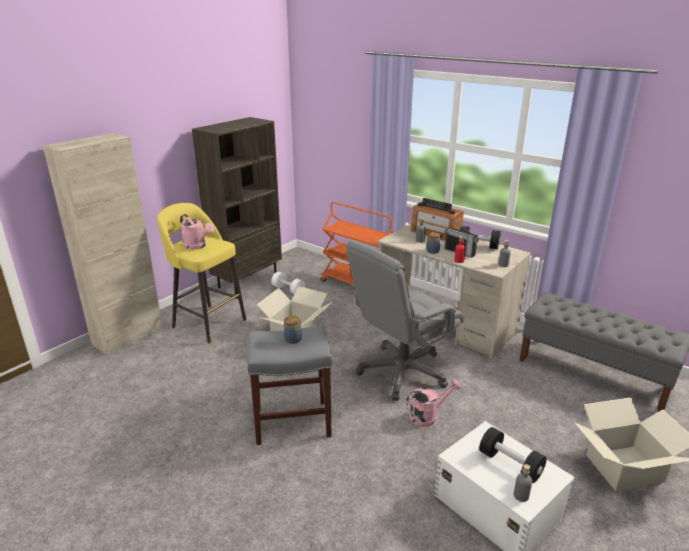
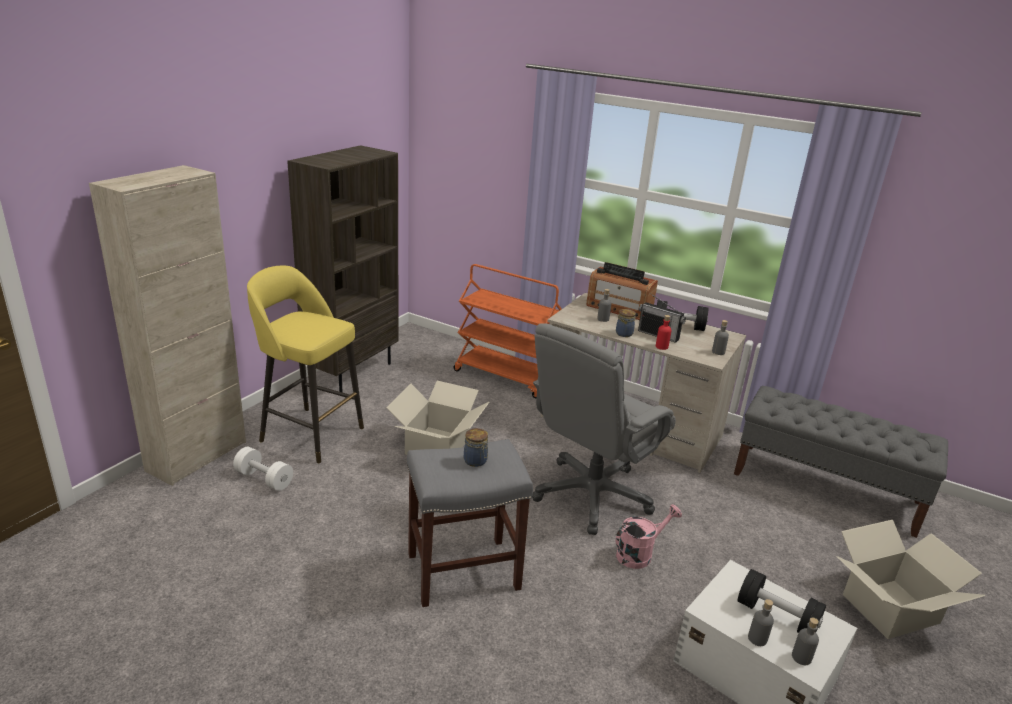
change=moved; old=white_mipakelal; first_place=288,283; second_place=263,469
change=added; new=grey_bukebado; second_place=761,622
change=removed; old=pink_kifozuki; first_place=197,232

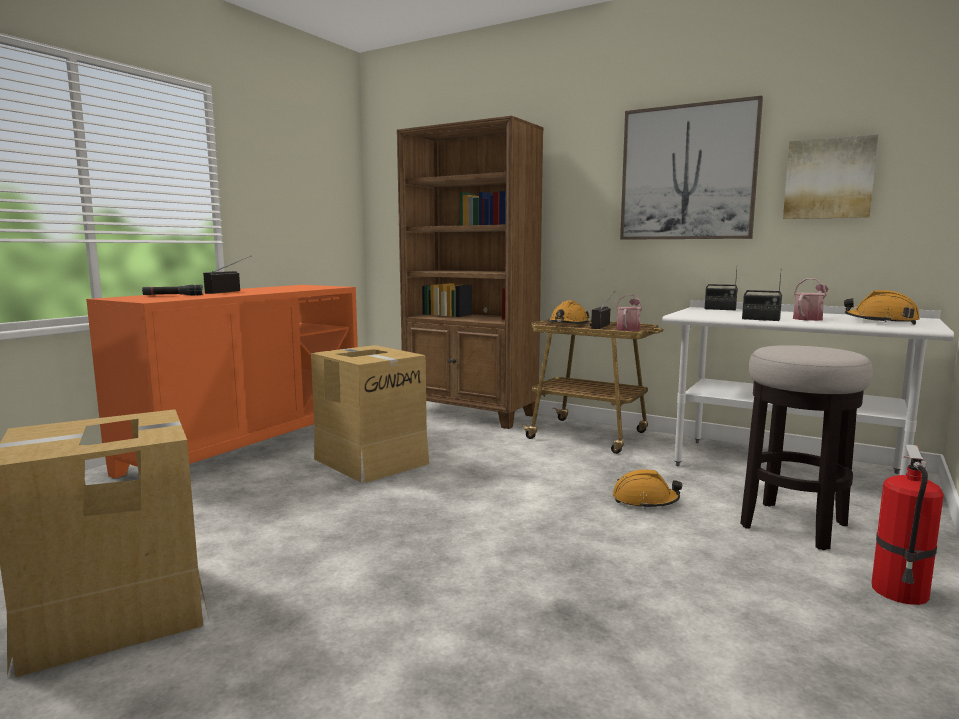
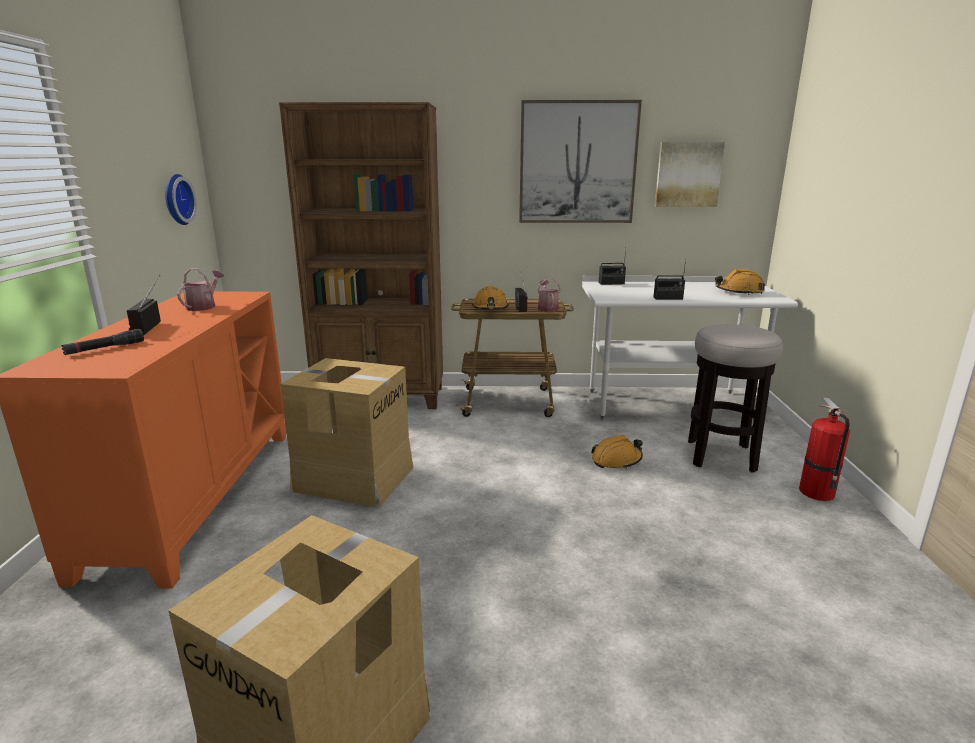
change=added; new=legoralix; second_place=181,199
change=moved; old=kifozuki; first_place=811,299; second_place=200,289

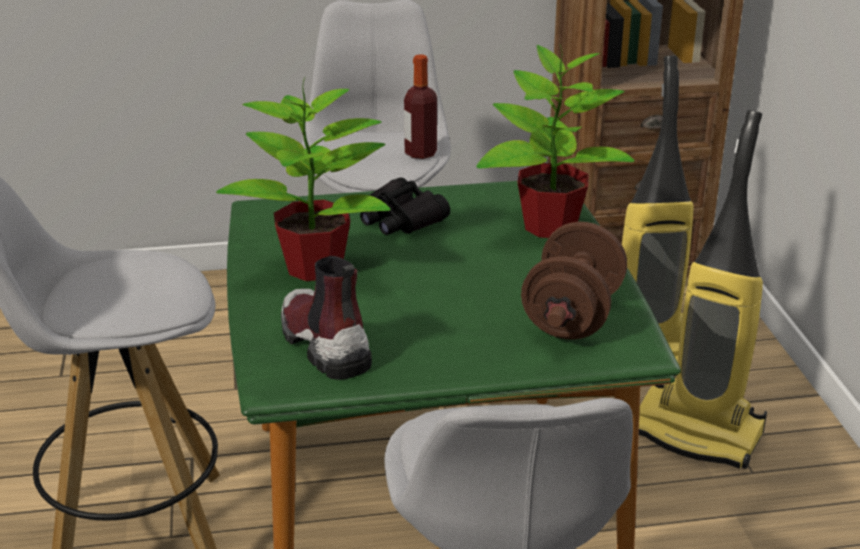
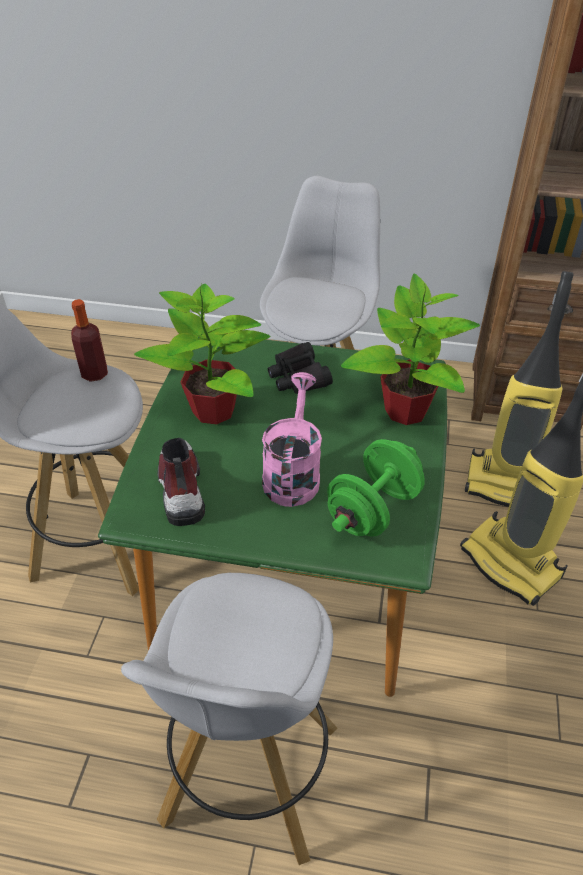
change=moved; old=bukebado; first_place=420,106; second_place=89,340
change=added; new=pink_kifozuki; second_place=292,439
change=recoloured; old=brown_mipakelal; new=green_mipakelal; first_place=574,281; second_place=376,487

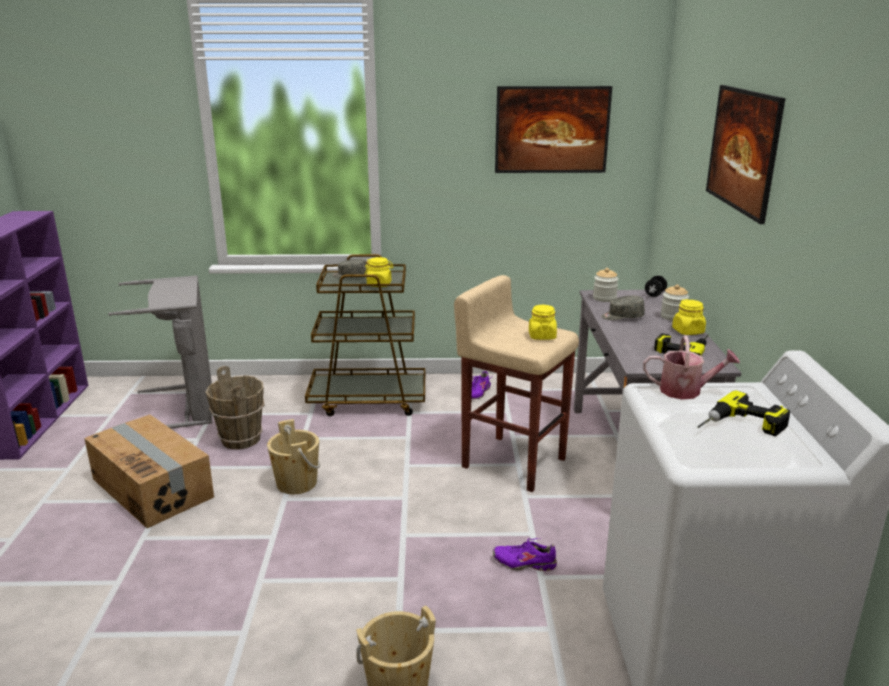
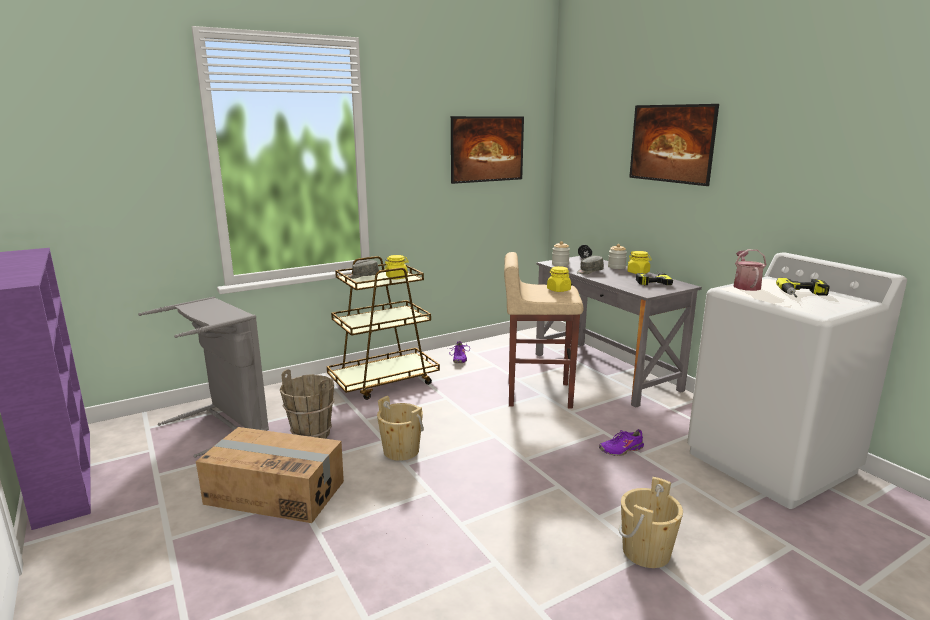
change=turned; old=kifozuki; first_place=691,367; second_place=749,270; degrees=-60

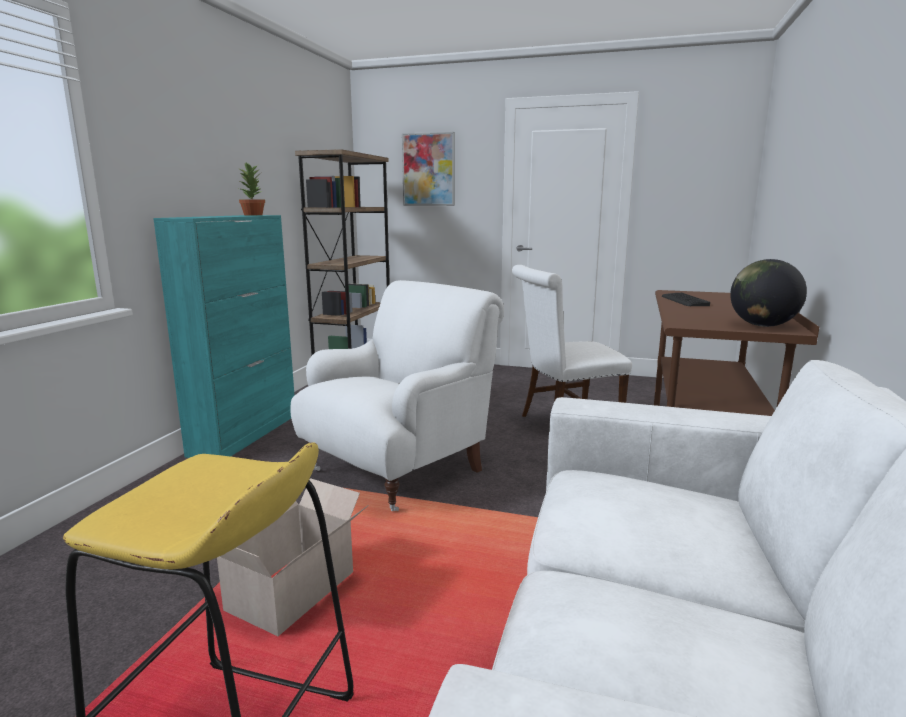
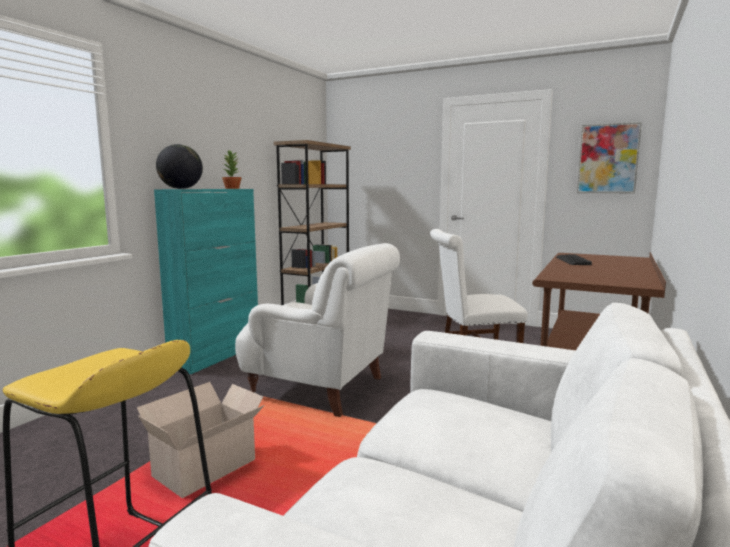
change=moved; old=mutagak; first_place=768,293; second_place=179,166
change=turned; old=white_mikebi; first_place=397,395; second_place=317,330; degrees=60
change=moved; old=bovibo; first_place=428,169; second_place=609,157

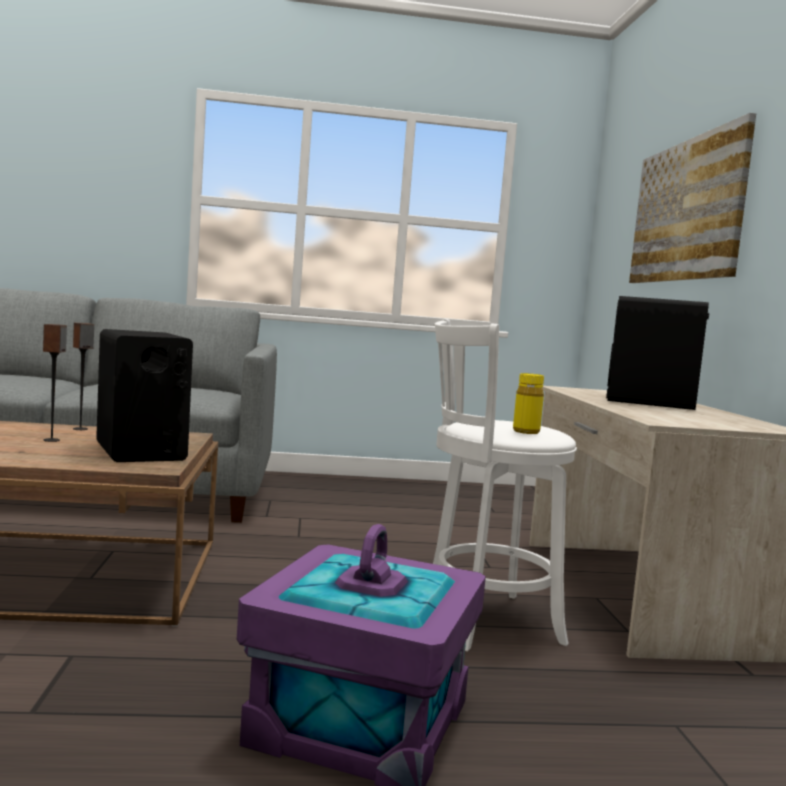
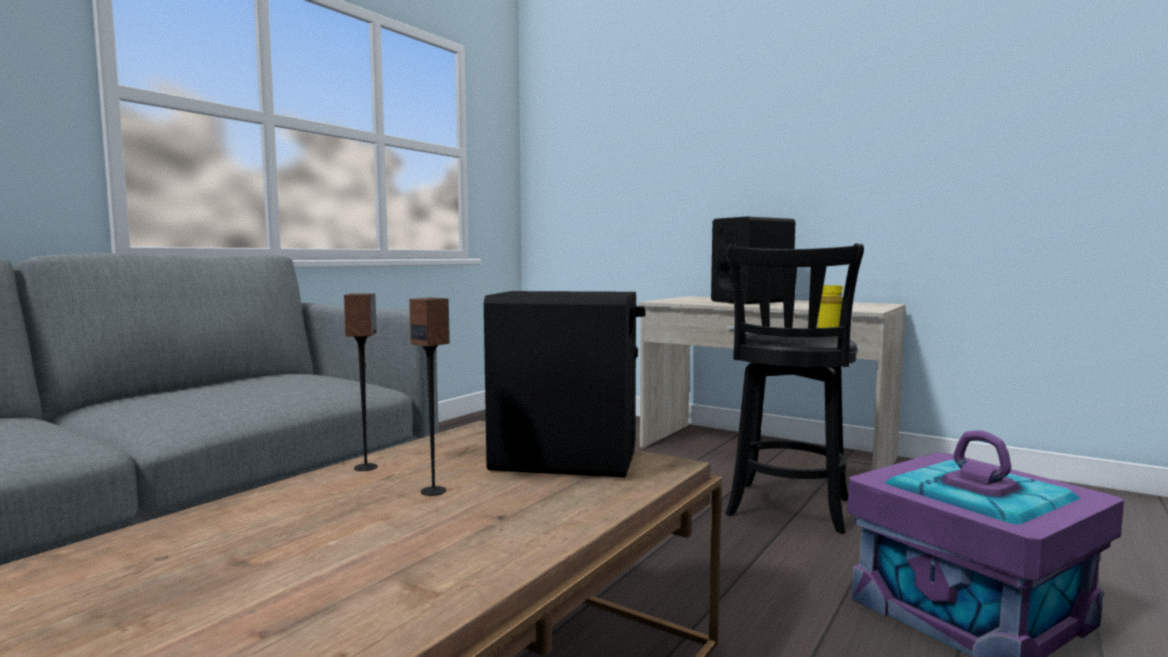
change=recoloured; old=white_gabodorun; new=black_gabodorun; first_place=505,485; second_place=794,388
change=removed; old=bovibo; first_place=692,198

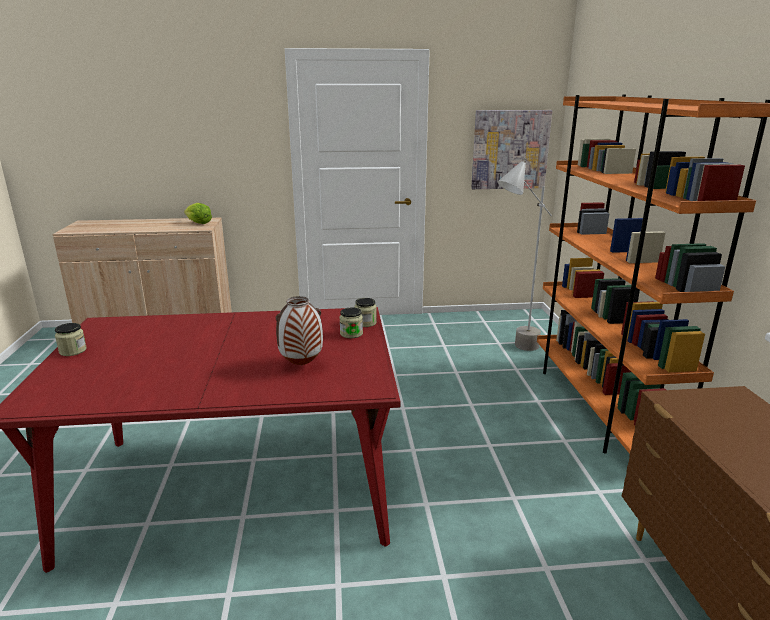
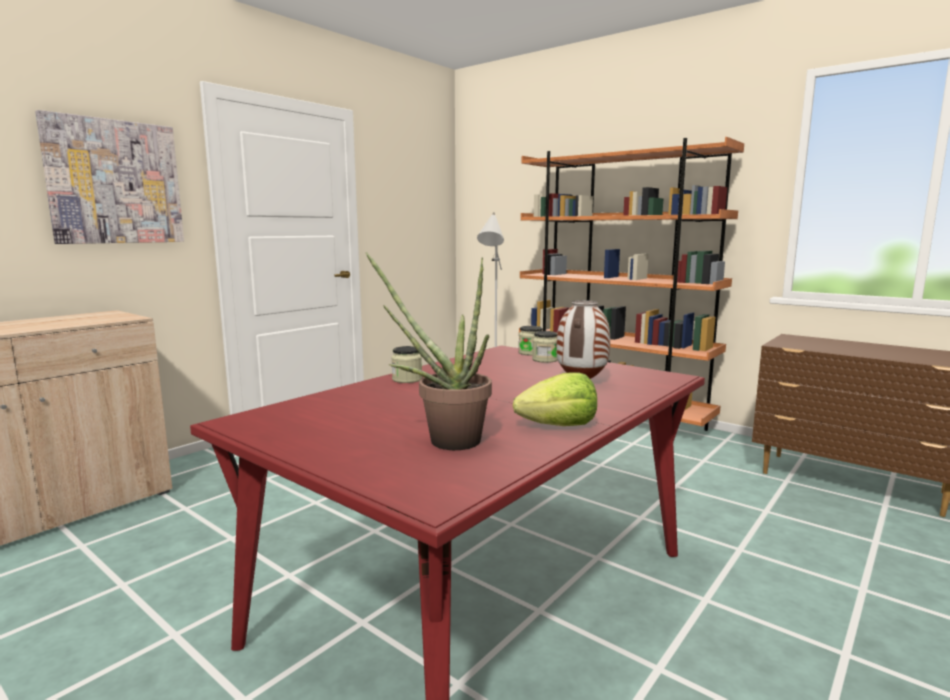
change=moved; old=bovibo; first_place=512,149; second_place=109,177
change=added; new=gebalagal; second_place=429,351
change=moved; old=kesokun; first_place=71,339; second_place=406,364
change=moved; old=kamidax; first_place=198,213; second_place=555,399

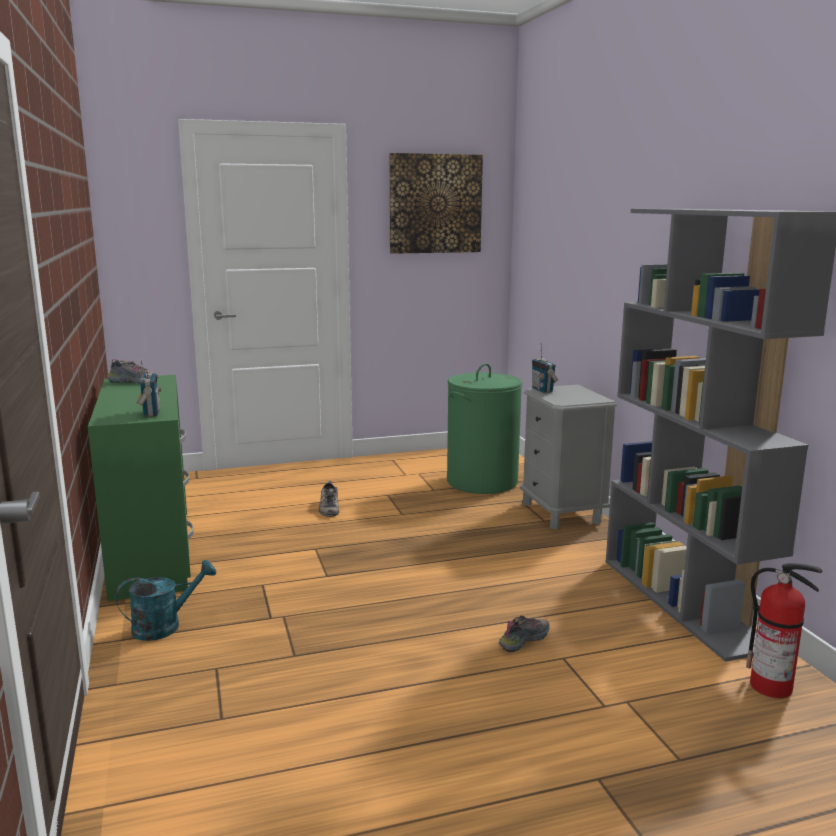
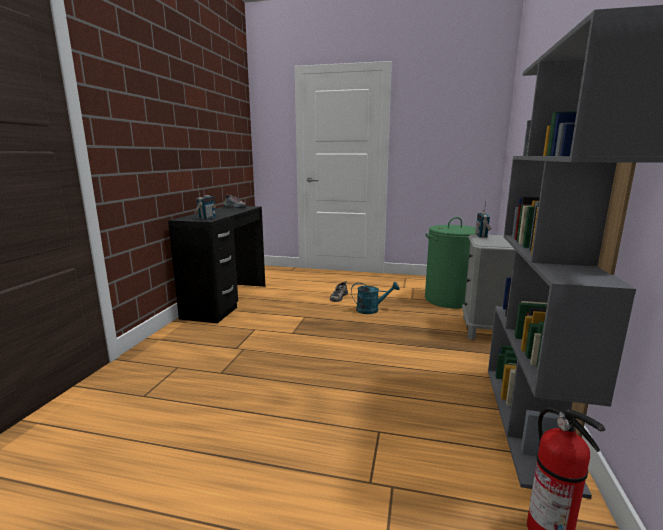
change=recoloured; old=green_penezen; new=black_penezen; first_place=140,488; second_place=216,264
change=moved; old=turquoise_kifozuki; first_place=165,600; second_place=375,298
change=removed; old=bovibo; first_place=436,203
change=removed; old=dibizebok; first_place=524,634

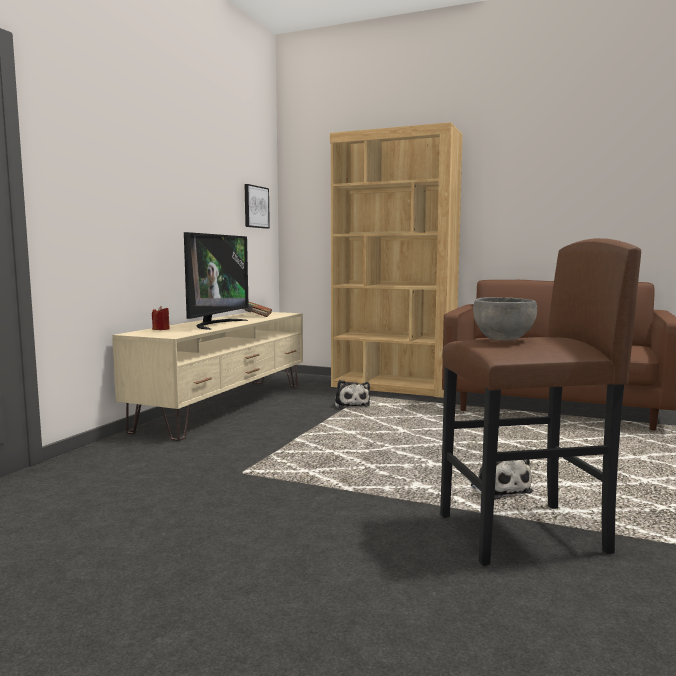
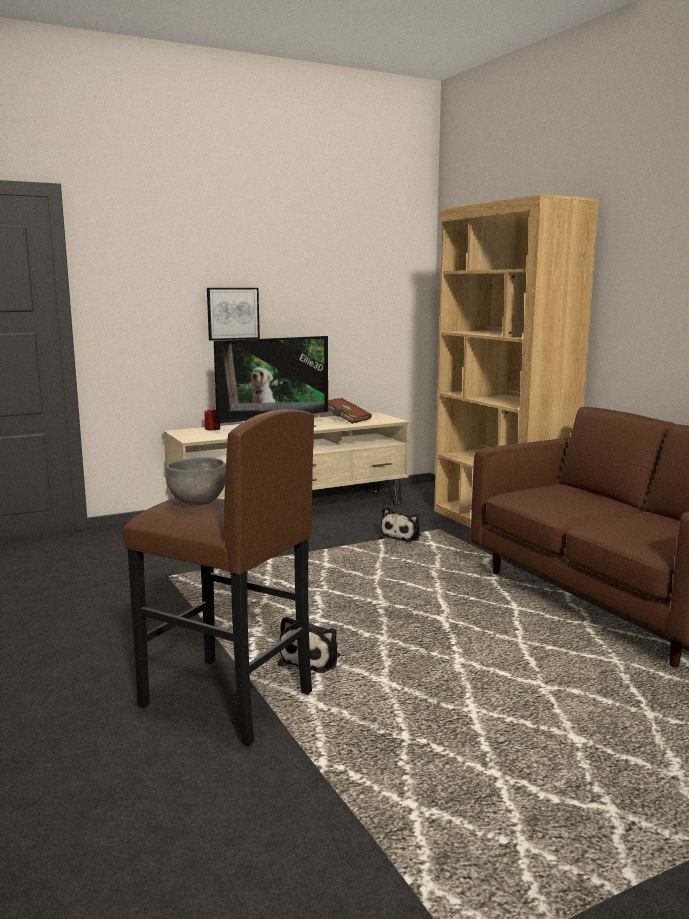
change=moved; old=bovibo; first_place=257,206; second_place=233,314

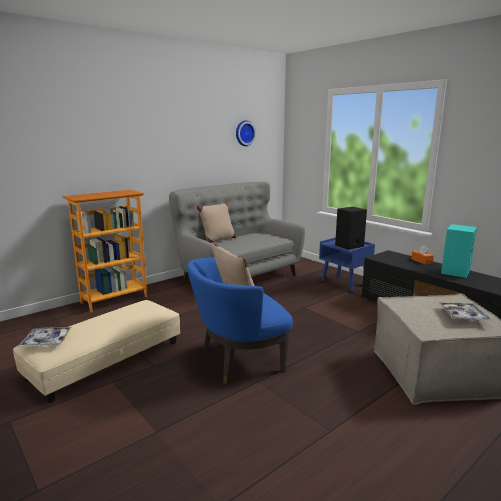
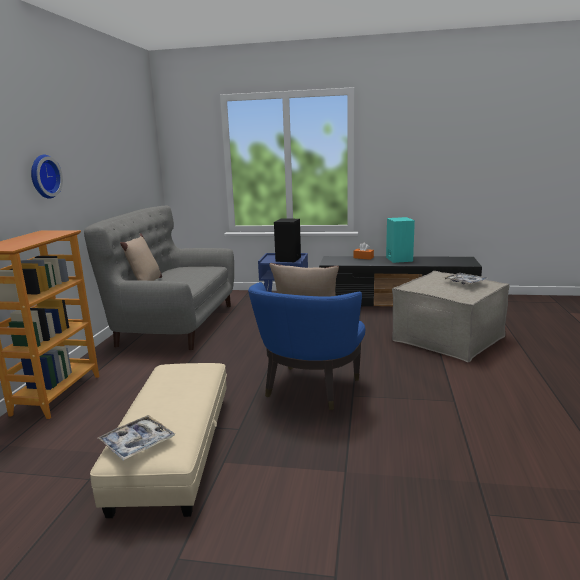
change=moved; old=legoralix; first_place=246,133; second_place=47,177

